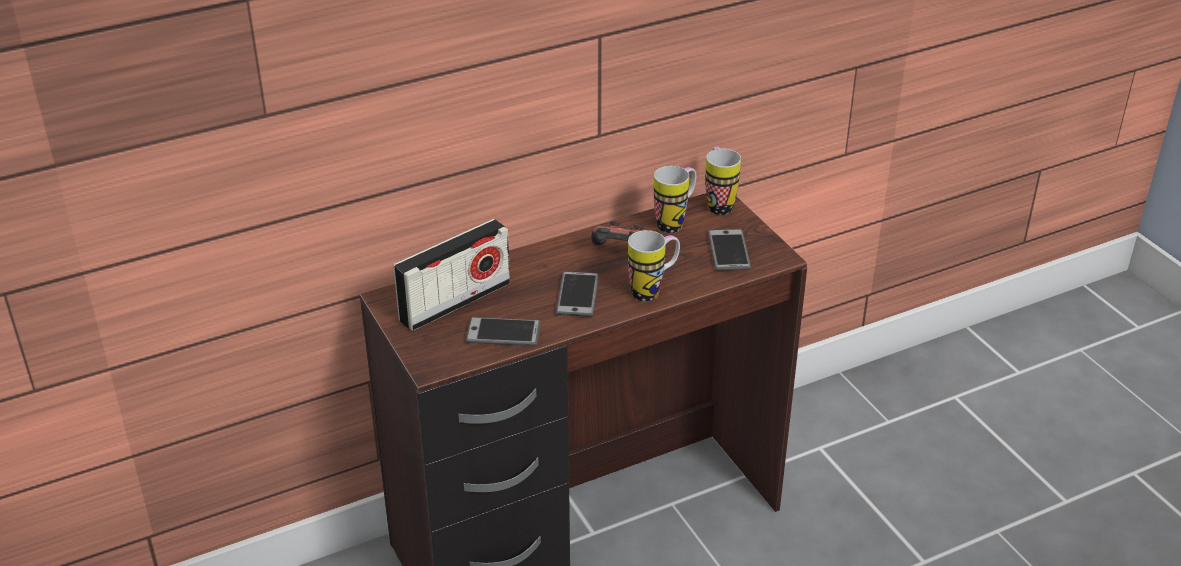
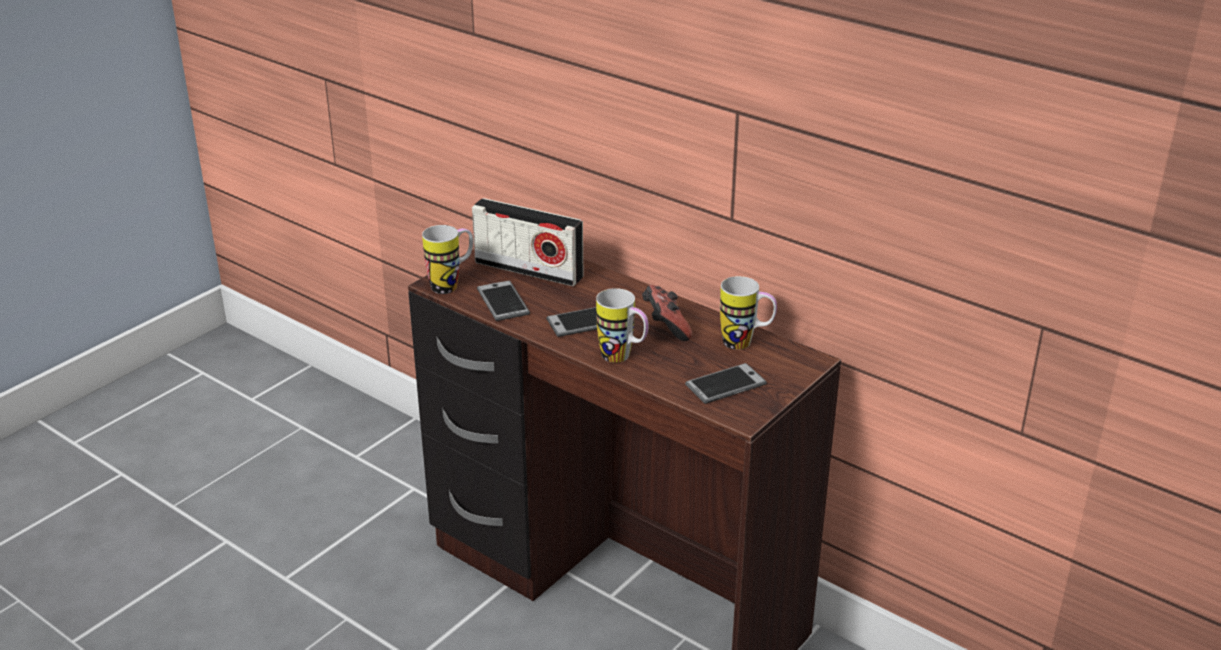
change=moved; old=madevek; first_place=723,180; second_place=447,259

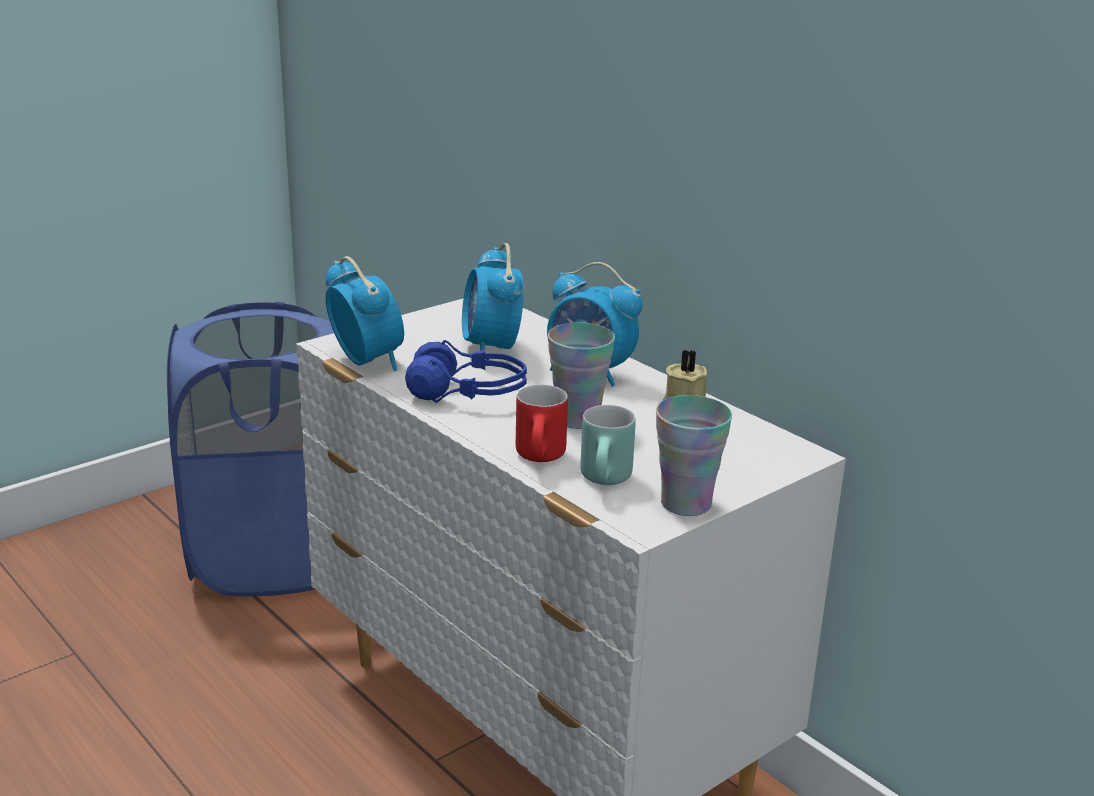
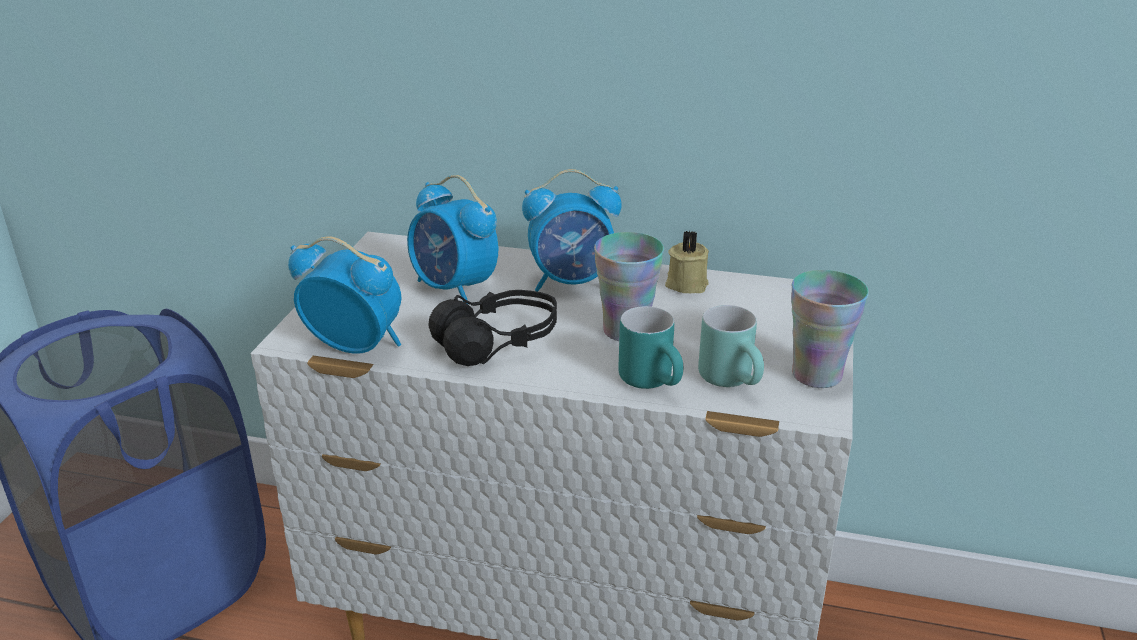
change=recoloured; old=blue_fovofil; new=black_fovofil; first_place=466,371; second_place=492,328
change=recoloured; old=red_madevek; new=turquoise_madevek; first_place=542,423; second_place=650,347

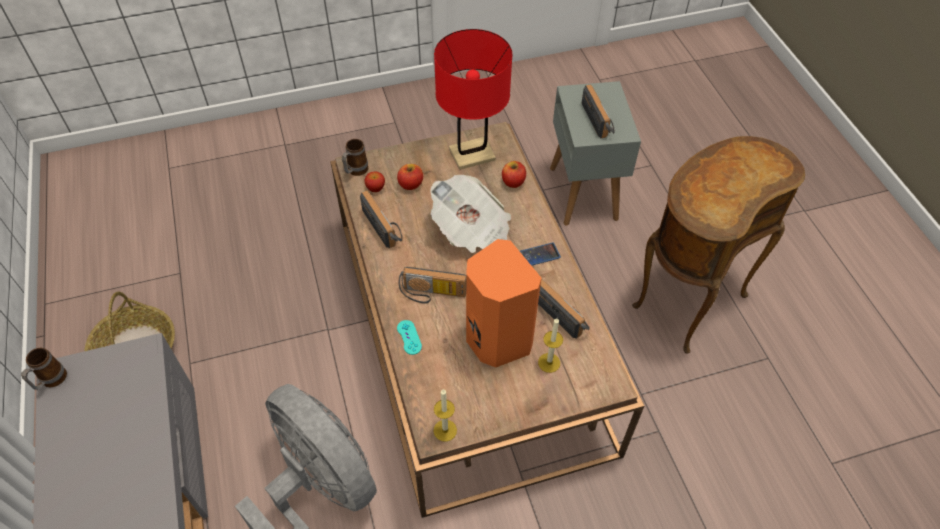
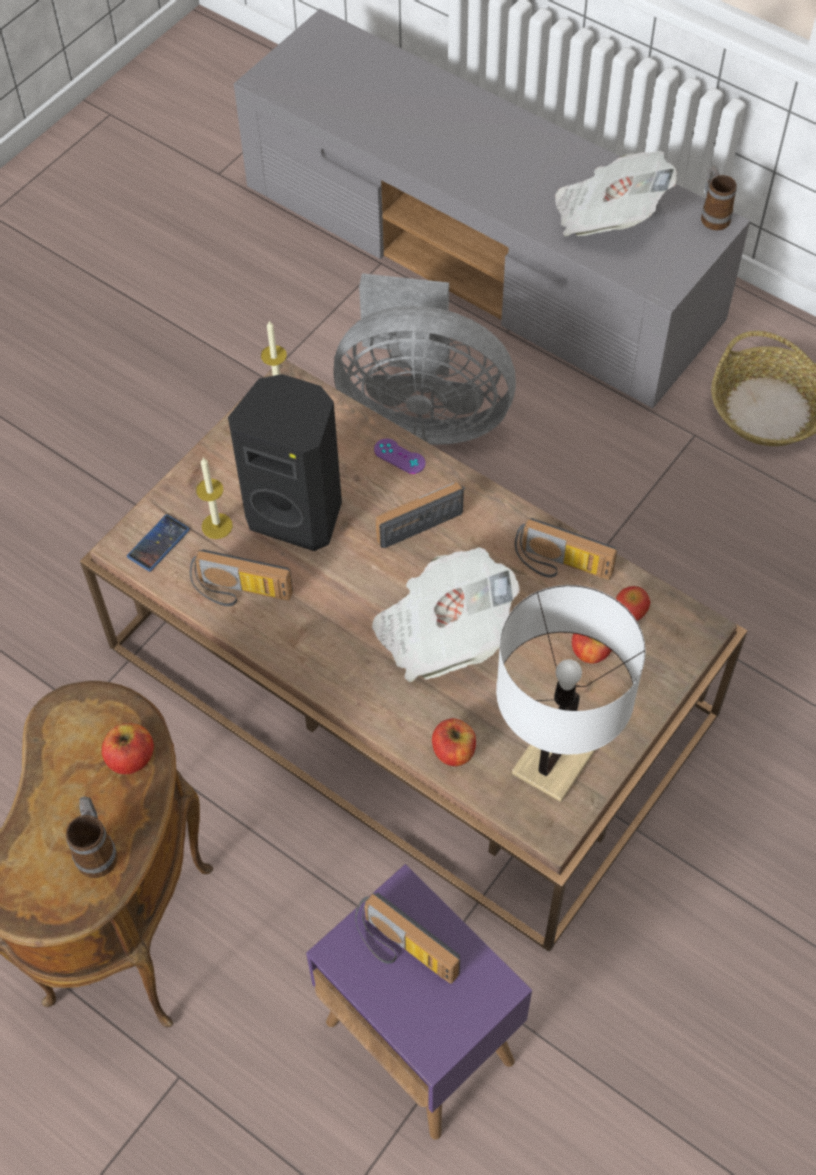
change=moved; old=madevek; first_place=355,157; second_place=92,837
change=added; new=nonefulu; second_place=128,748
change=moved; old=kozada; first_place=540,254; second_place=158,543
change=recoloured; old=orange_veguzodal; new=black_veguzodal; first_place=503,303; second_place=285,462
change=recoloured; old=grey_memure; new=purple_memure; first_place=595,153; second_place=419,1002
change=recoloured; old=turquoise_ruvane; new=purple_ruvane; first_place=409,337; second_place=400,456
change=recoloured; old=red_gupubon; new=white_gupubon; first_place=473,99; second_place=571,693
change=added; new=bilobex; second_place=616,193

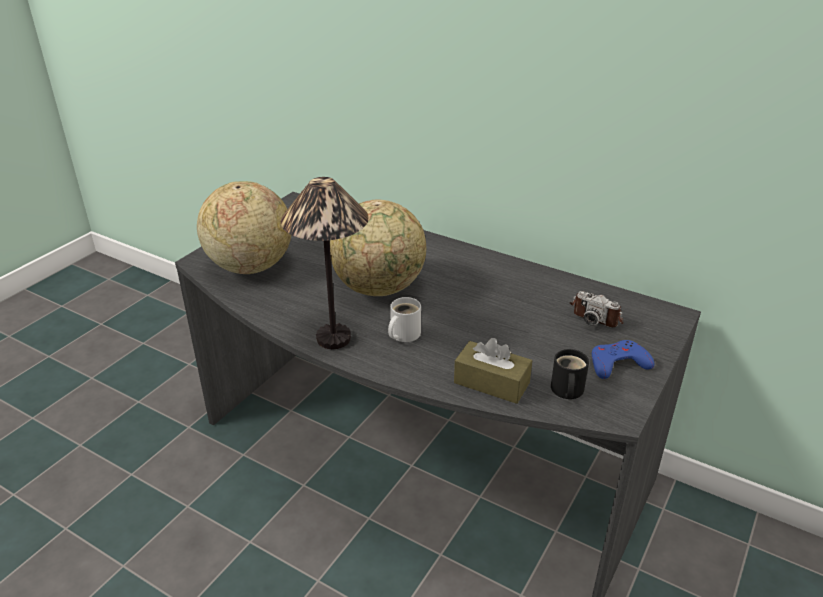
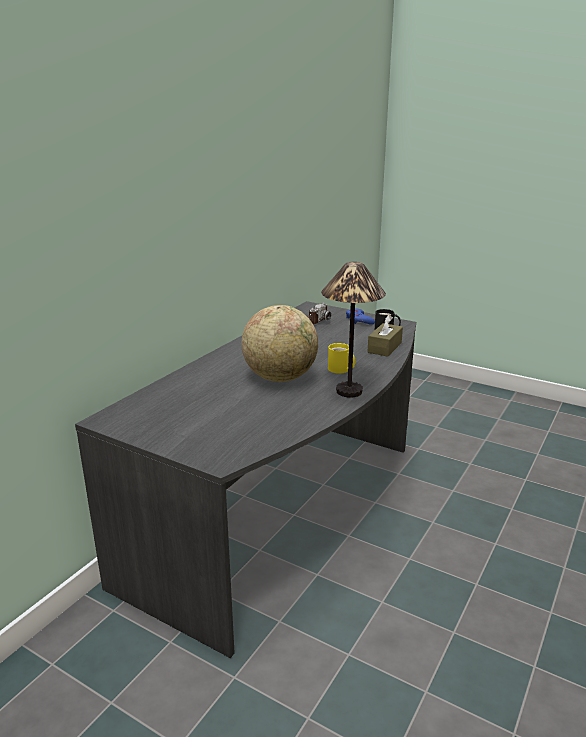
change=recoloured; old=white_madevek; new=yellow_madevek; first_place=404,319; second_place=342,358
change=removed; old=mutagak; first_place=244,227

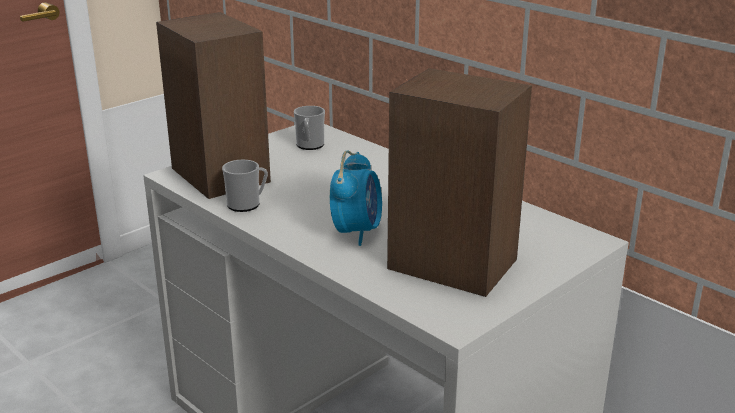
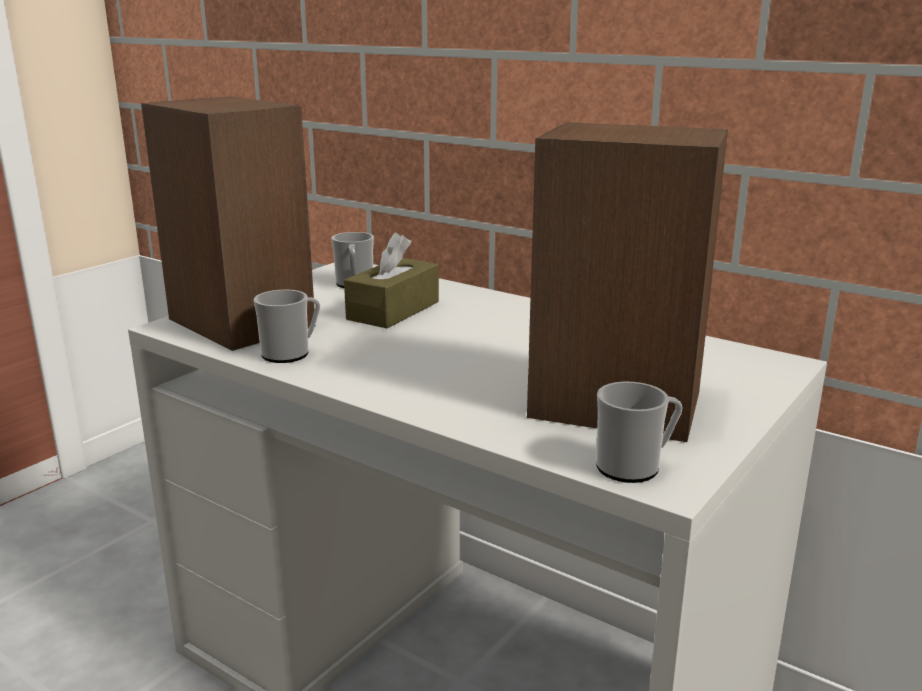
change=added; new=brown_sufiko; second_place=391,280
change=added; new=madevek; second_place=639,432
change=removed; old=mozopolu; first_place=356,198

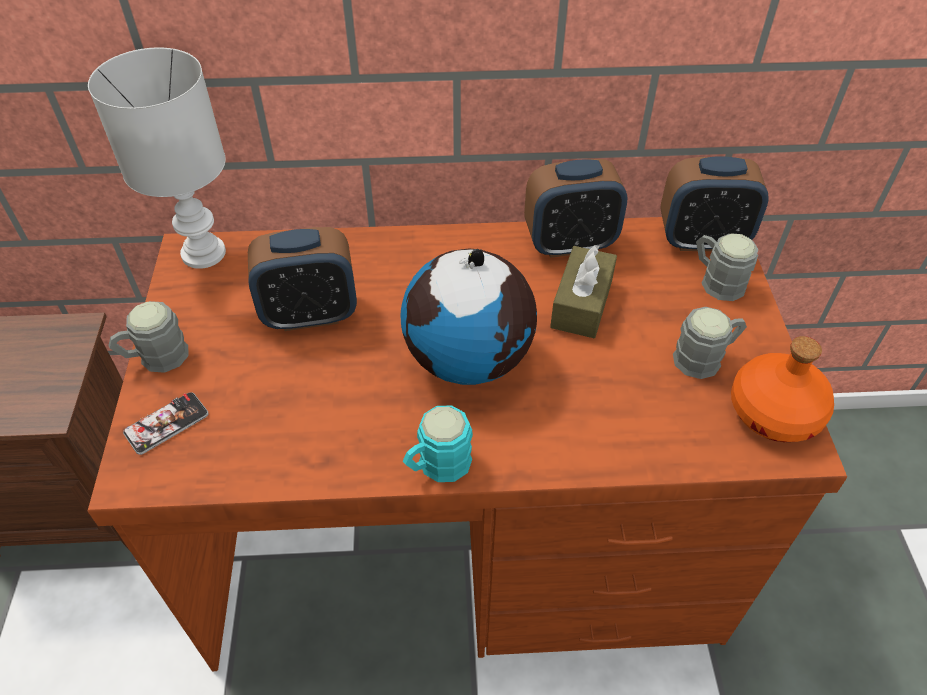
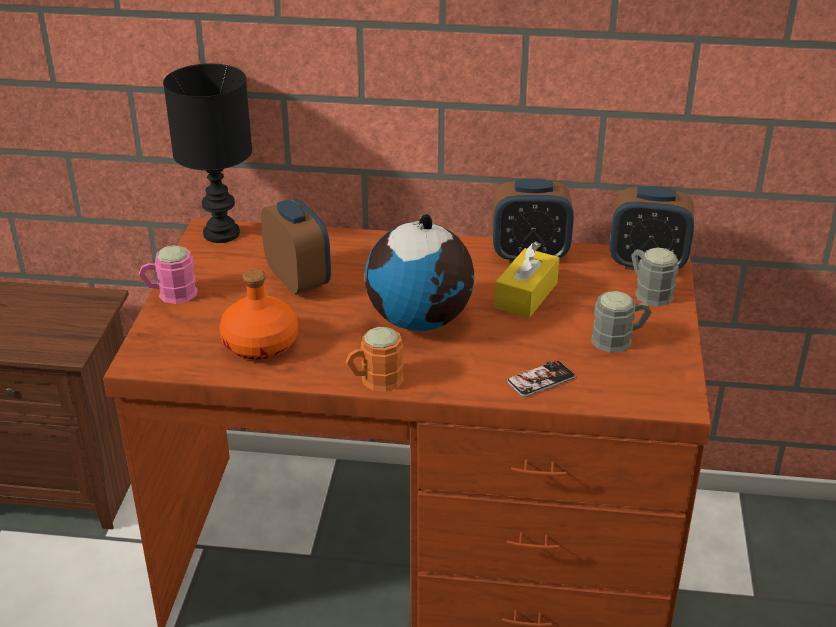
change=recoloured; old=grey_madevek; new=pink_madevek; first_place=148,337; second_place=168,274
change=recoloured; old=white_gupubon; new=black_gupubon; first_place=157,158; second_place=207,153
change=moved; old=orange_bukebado; first_place=782,389; second_place=258,314
change=turned; old=mozopolu; first_place=302,279; second_place=296,247; degrees=-120
change=recoloured; old=turquoise_madevek; new=orange_madevek; first_place=438,443; second_place=374,359
change=recoloured; old=brown_sufiko; new=yellow_sufiko; first_place=583,291; second_place=526,279
change=moved; old=kozada; first_place=166,423; second_place=541,378

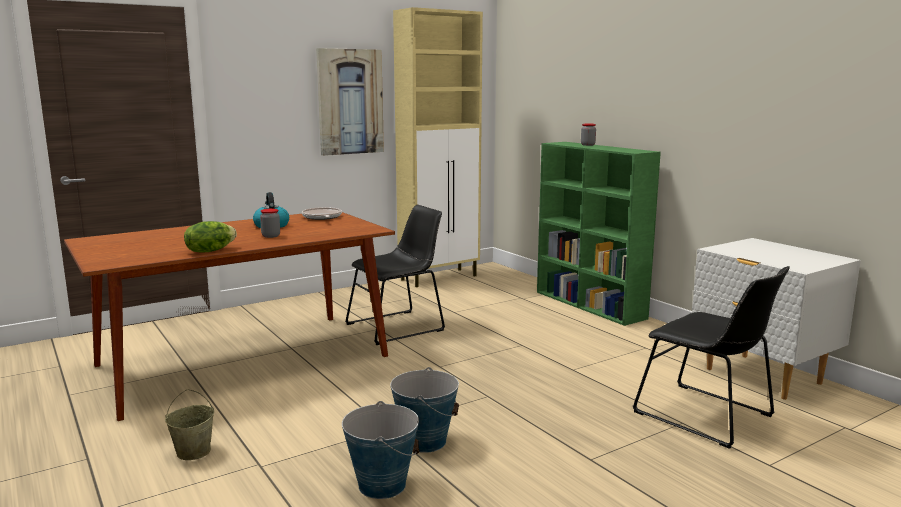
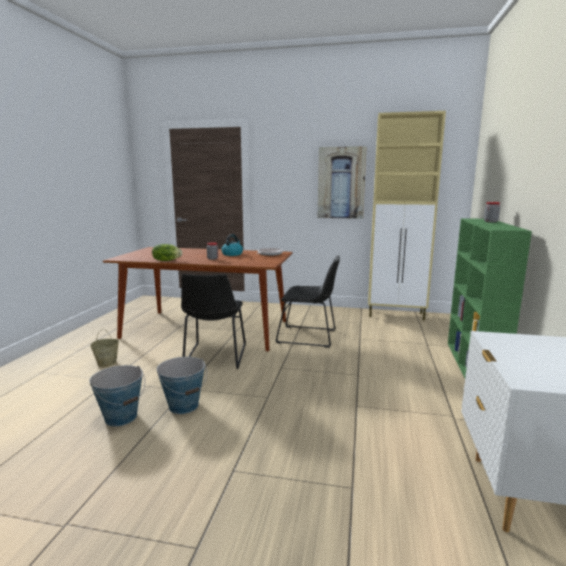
change=moved; old=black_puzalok; first_place=711,357; second_place=213,321

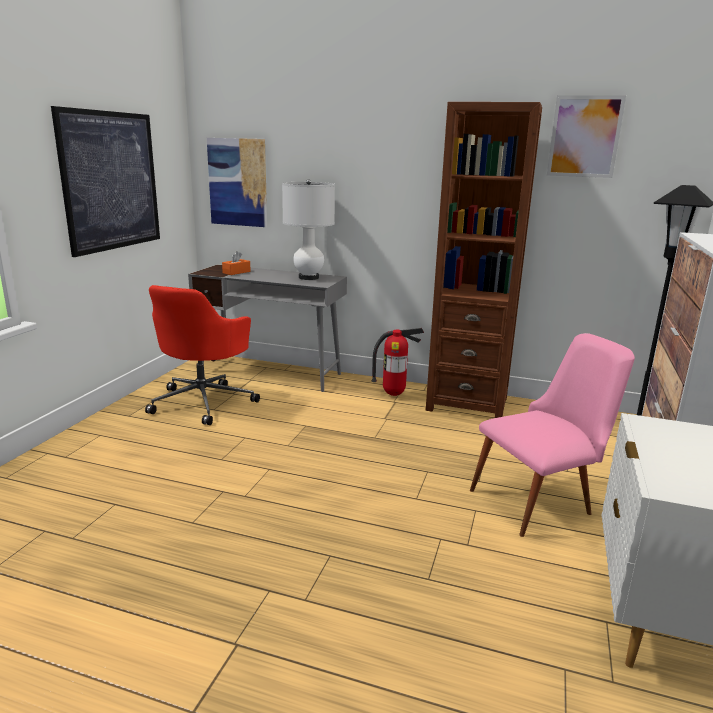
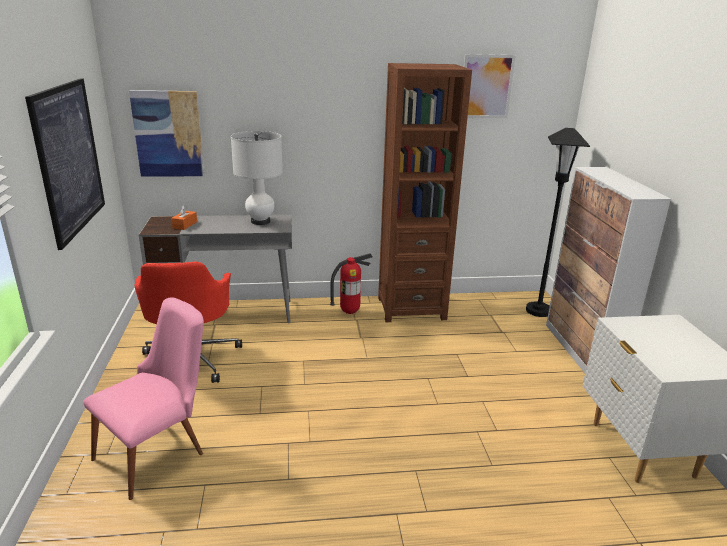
change=moved; old=pink_puzalok; first_place=552,435; second_place=143,398

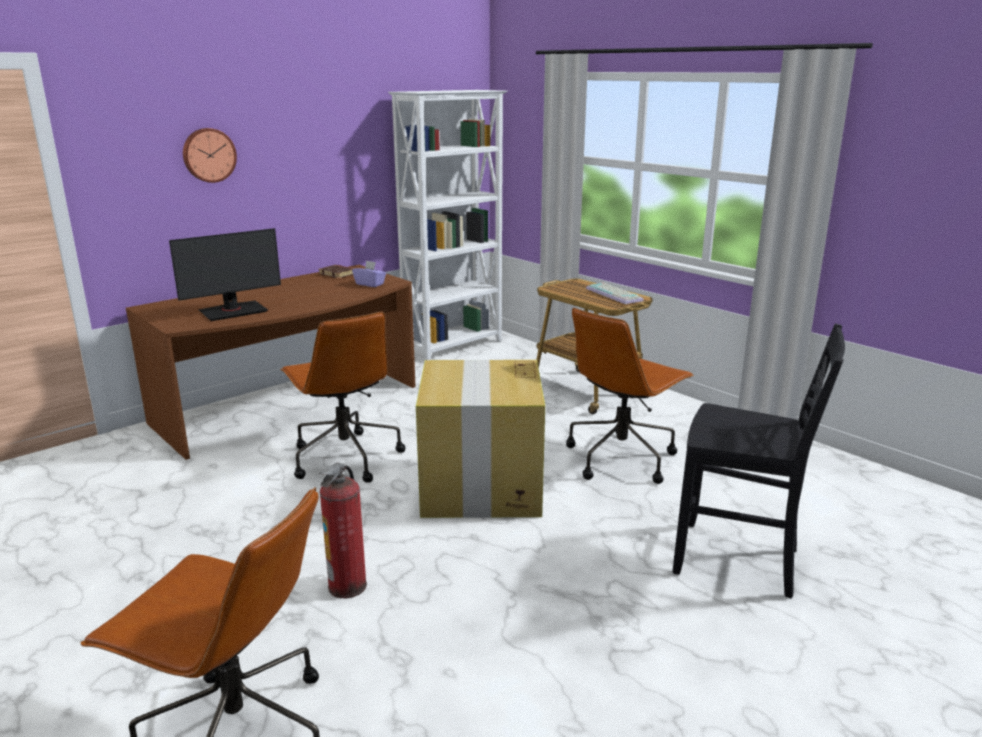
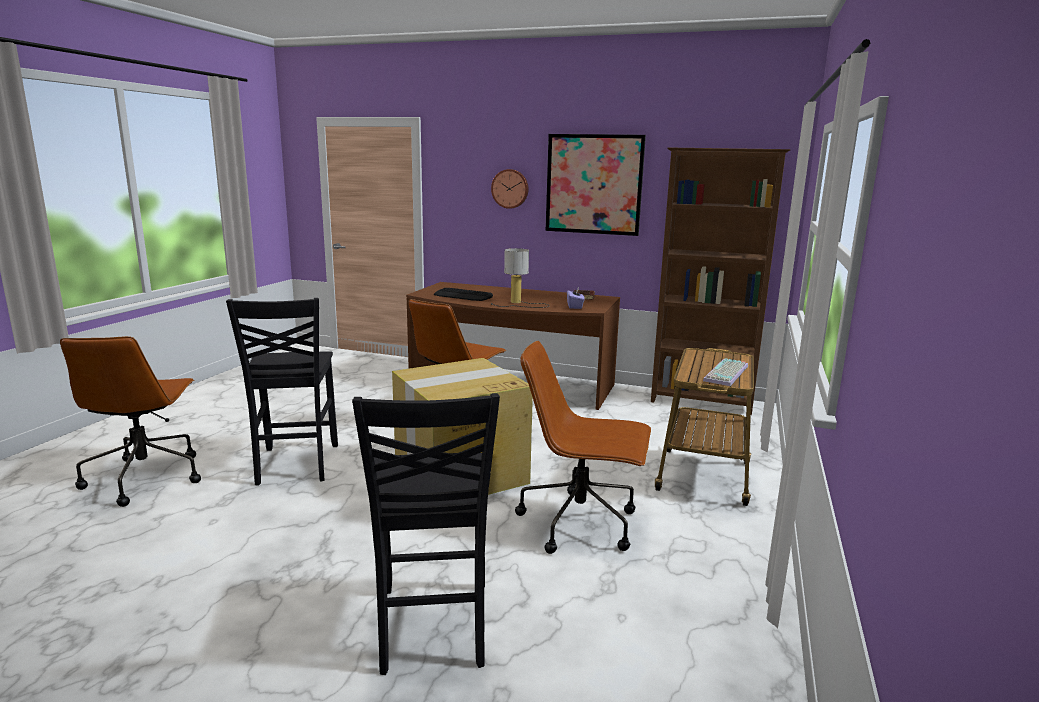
change=replaced; old=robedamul; new=black_puzalok; first_place=343,530; second_place=282,392
change=replaced; old=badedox; new=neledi; first_place=225,274; second_place=463,294
change=added; new=gupubon; second_place=520,278
change=added; new=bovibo; second_place=596,185
change=recoloured; old=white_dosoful; new=brown_dosoful; first_place=448,225; second_place=720,281

